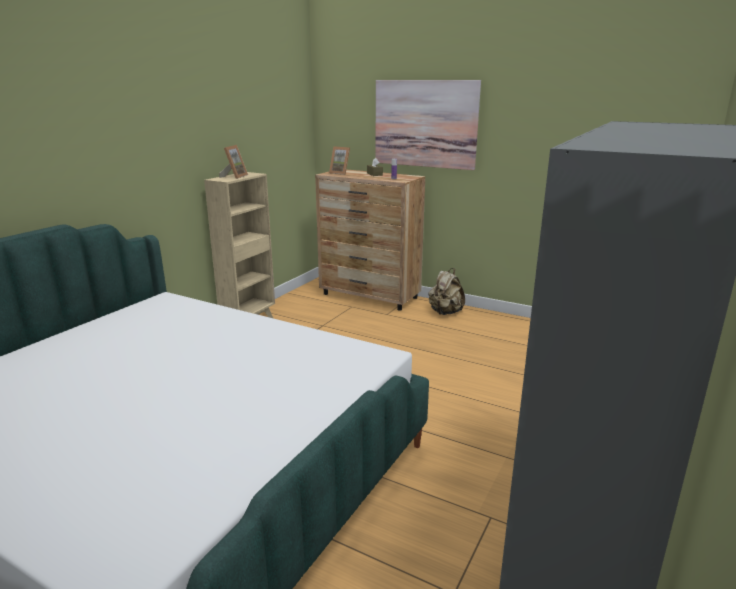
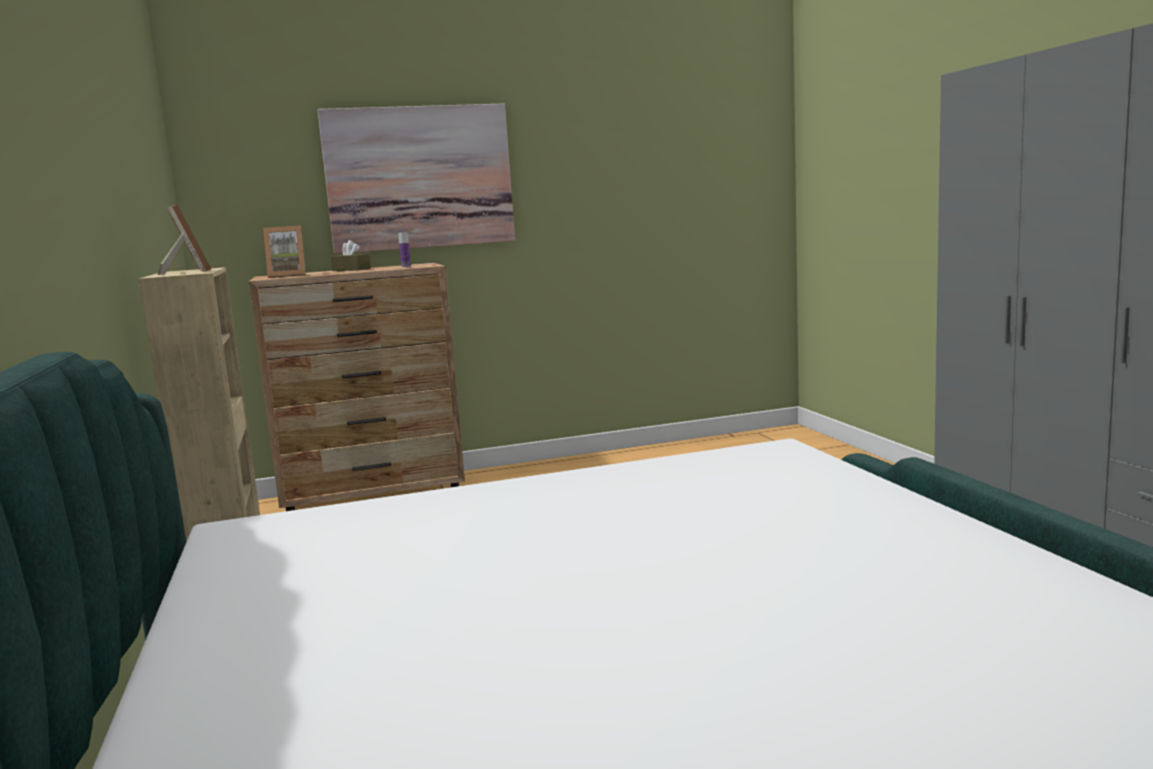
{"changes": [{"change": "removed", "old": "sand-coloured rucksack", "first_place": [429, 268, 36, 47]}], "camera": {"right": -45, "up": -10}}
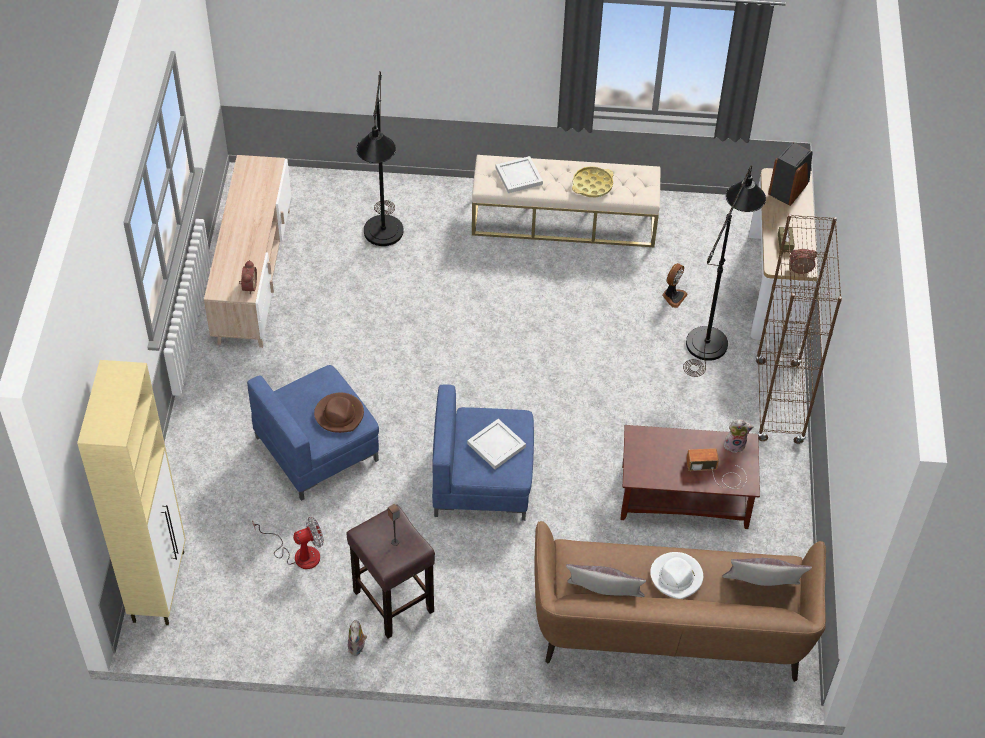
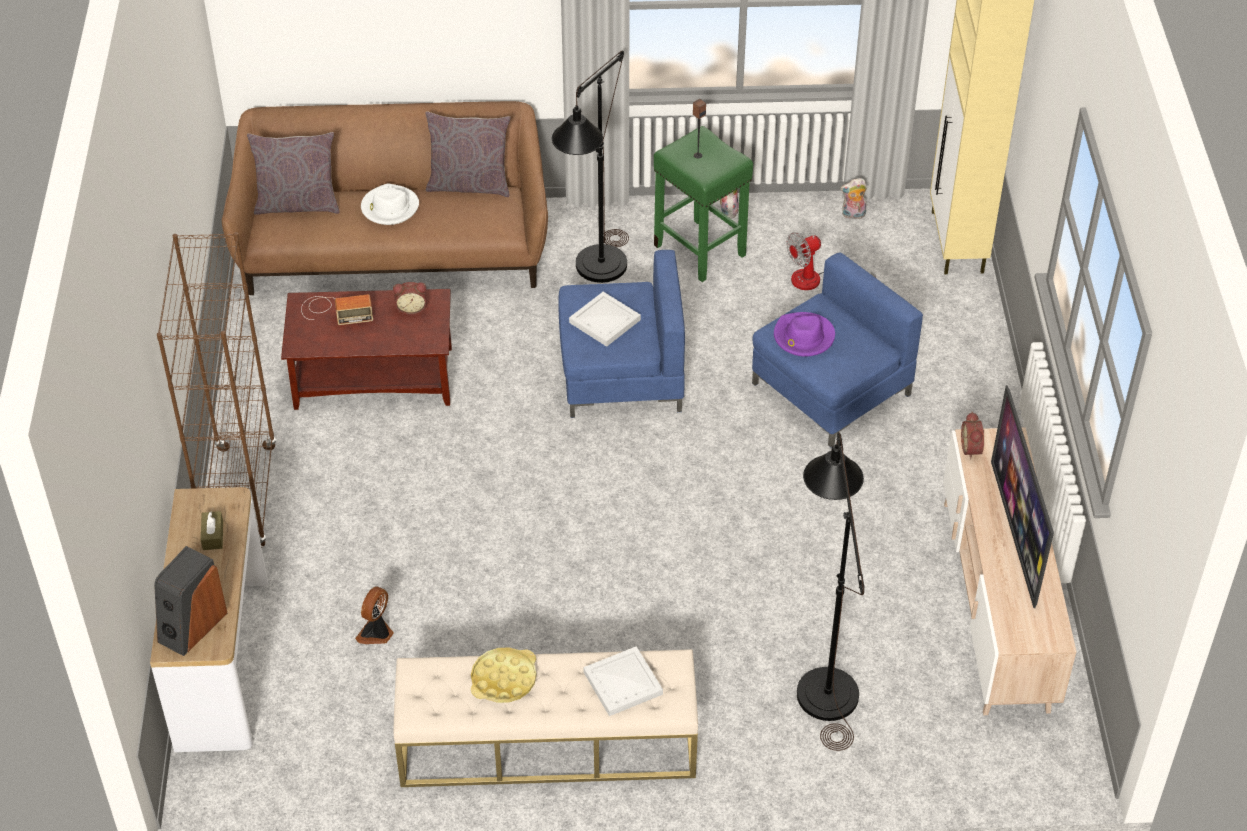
{"changes": [{"change": "added", "new": "TV", "second_place": [991, 385, 63, 223]}, {"change": "moved", "old": "black standing lamp", "first_place": [683, 166, 83, 211], "second_place": [552, 50, 77, 233]}, {"change": "moved", "old": "cuddly toy", "first_place": [723, 419, 31, 34], "second_place": [840, 178, 27, 41]}, {"change": "moved", "old": "bedside clock", "first_place": [790, 249, 27, 25], "second_place": [393, 282, 34, 33]}, {"change": "recoloured", "old": "brown-coloured wearable hat", "new": "purple-coloured wearable hat", "first_place": [314, 393, 50, 40], "second_place": [774, 312, 61, 45]}, {"change": "recoloured", "old": "brown-coloured sitting stool", "new": "green sitting stool", "first_place": [346, 504, 89, 134], "second_place": [654, 126, 99, 156]}], "camera": {"right": 175, "up": -5}}
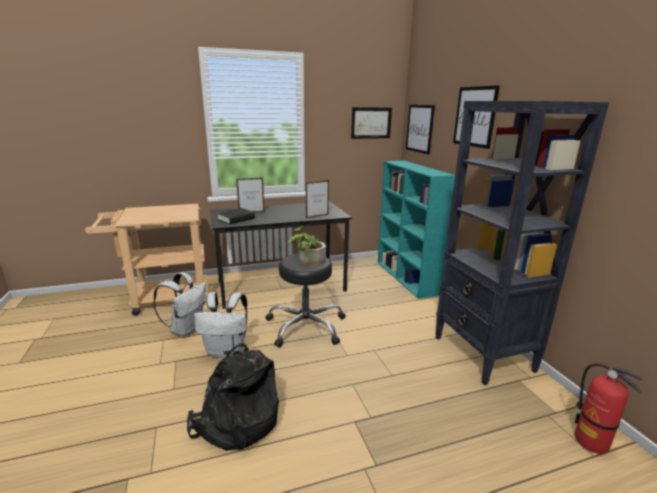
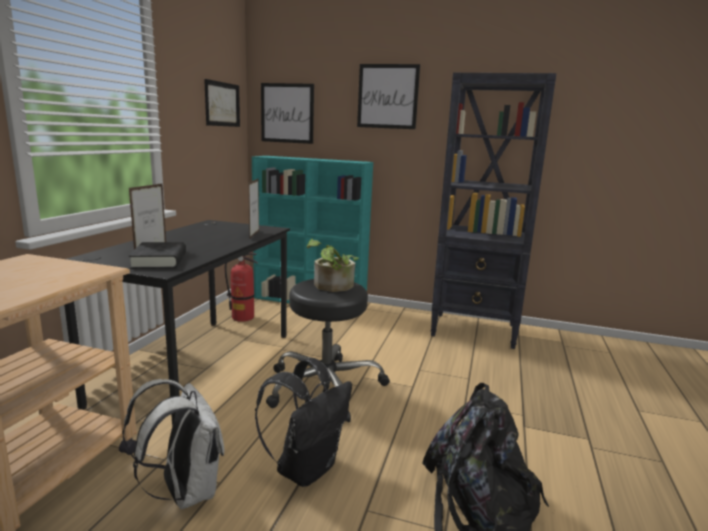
{"changes": [{"change": "moved", "old": "fire extinguisher", "first_place": [575, 363, 68, 91], "second_place": [225, 253, 33, 69]}, {"change": "recoloured", "old": "white-coloured rucksack", "new": "black rucksack", "first_place": [194, 292, 53, 66], "second_place": [255, 358, 97, 129]}], "camera": {"right": -55, "up": -5}}
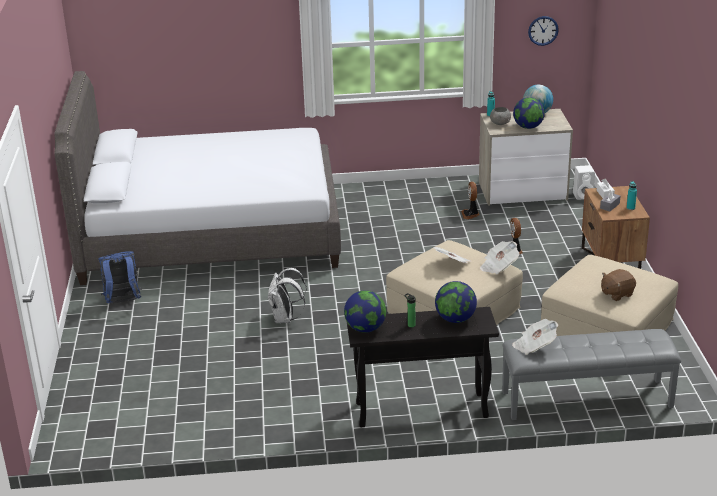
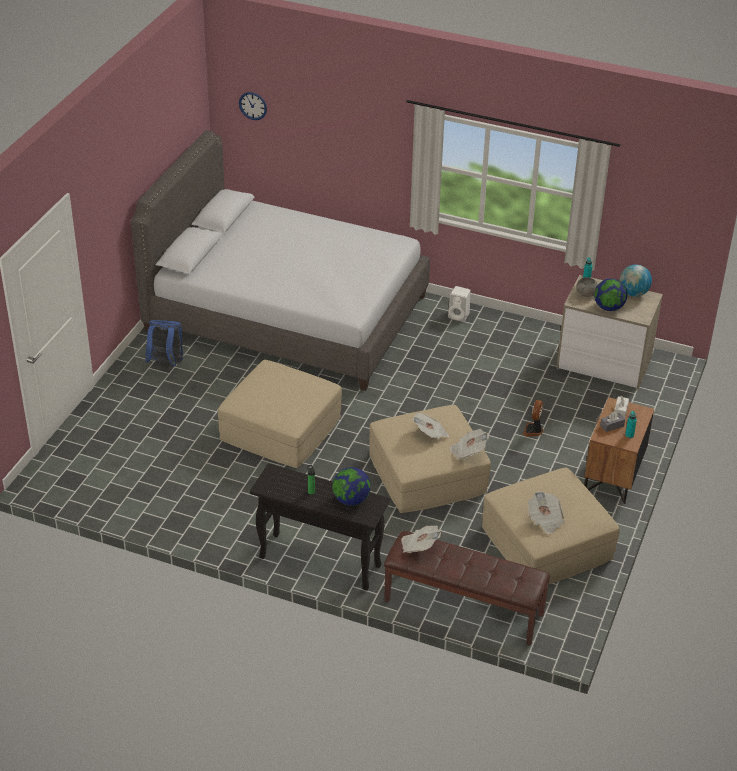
{"changes": [{"change": "removed", "old": "desk globe", "first_place": [344, 290, 42, 43]}, {"change": "removed", "old": "fan", "first_place": [461, 182, 19, 37]}, {"change": "moved", "old": "hanging clock", "first_place": [528, 16, 31, 30], "second_place": [239, 92, 28, 28]}, {"change": "moved", "old": "white-coloured loudspeaker", "first_place": [573, 165, 22, 35], "second_place": [448, 286, 23, 36]}, {"change": "replaced", "old": "white-coloured rucksack", "new": "sand-coloured pouffe", "first_place": [268, 268, 39, 55], "second_place": [218, 360, 124, 108]}, {"change": "replaced", "old": "brown-coloured cuddly toy", "new": "daily paper", "first_place": [601, 269, 35, 32], "second_place": [528, 491, 37, 43]}, {"change": "recoloured", "old": "greyish bench", "new": "brown-coloured bench", "first_place": [502, 329, 179, 91], "second_place": [384, 531, 166, 115]}], "camera": {"right": 25, "up": 10}}
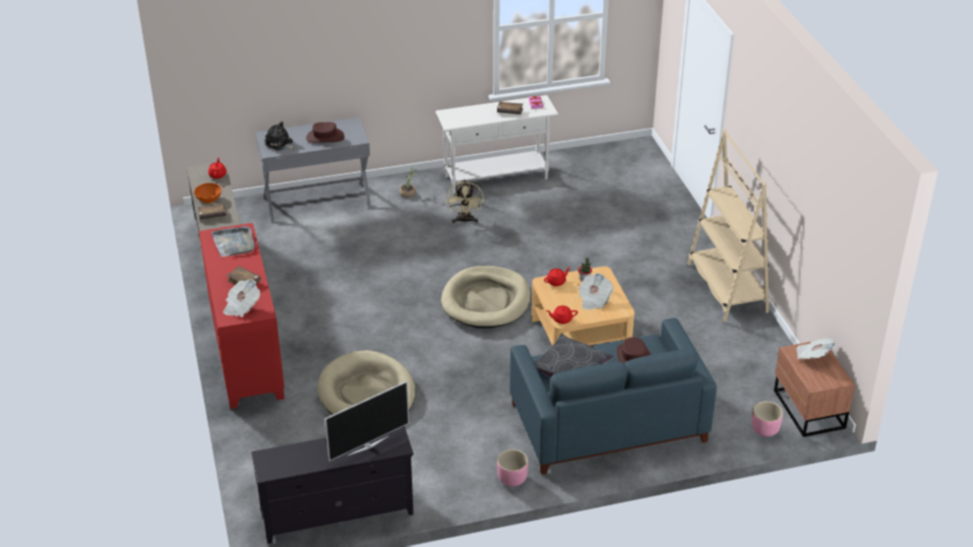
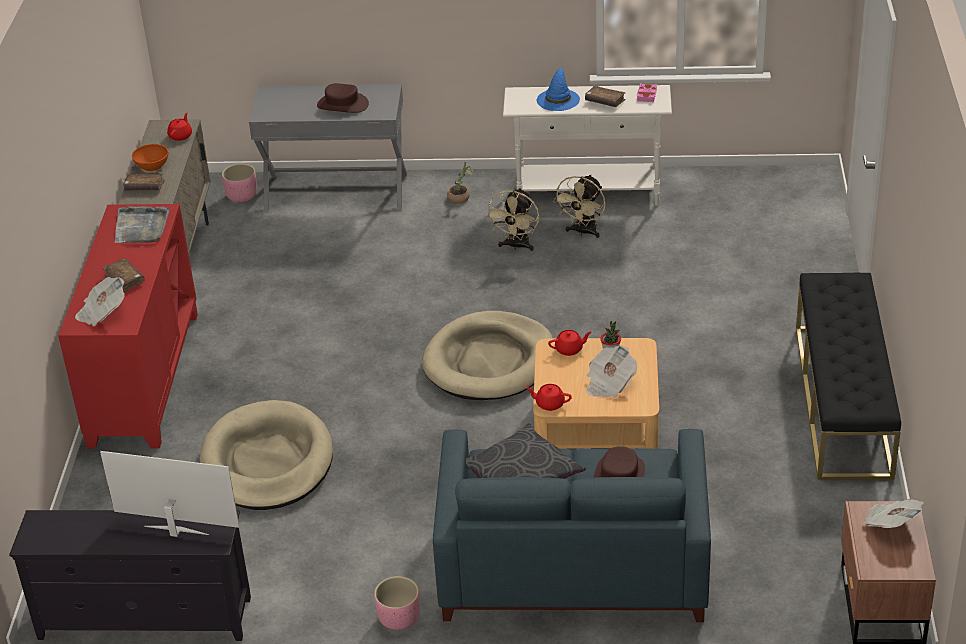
{"changes": [{"change": "removed", "old": "cuddly toy", "first_place": [265, 121, 31, 30]}, {"change": "added", "new": "bluish wearable hat", "second_place": [537, 67, 43, 44]}, {"change": "added", "new": "sand-coloured fan", "second_place": [553, 175, 53, 63]}, {"change": "moved", "old": "pink flower pot", "first_place": [752, 401, 31, 36], "second_place": [222, 164, 35, 38]}, {"change": "replaced", "old": "sand-coloured bookshelf", "new": "black bench", "first_place": [687, 129, 83, 193], "second_place": [796, 273, 105, 207]}, {"change": "turned", "old": "TV", "first_place": [325, 381, 84, 80], "second_place": [100, 451, 139, 86], "degrees": -150}], "camera": {"right": 20, "up": 0}}
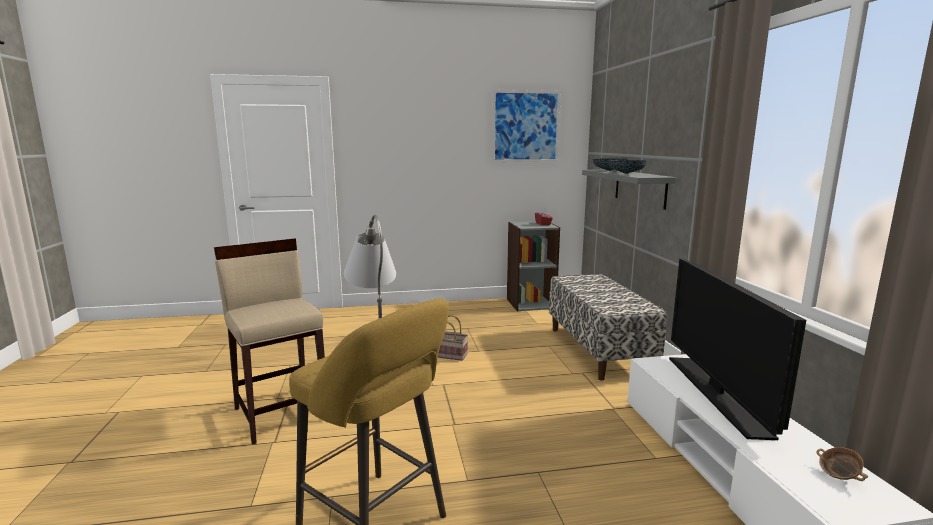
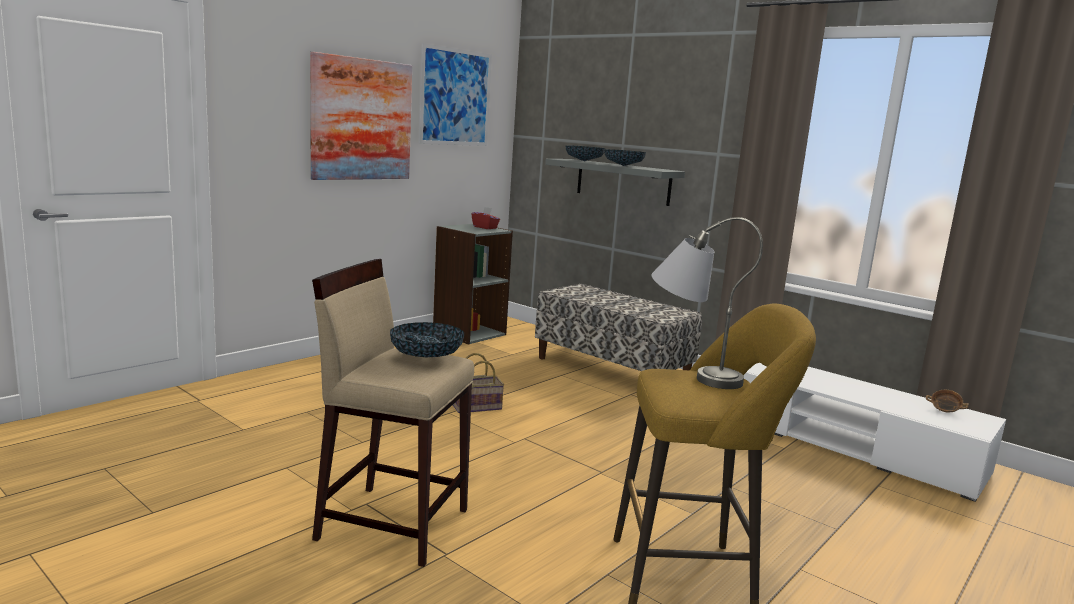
{"changes": [{"change": "removed", "old": "TV", "first_place": [669, 258, 137, 182]}, {"change": "added", "new": "wall art", "second_place": [310, 52, 102, 128]}, {"change": "added", "new": "deep dish", "second_place": [390, 322, 74, 35]}], "camera": {"right": -40, "up": 0}}
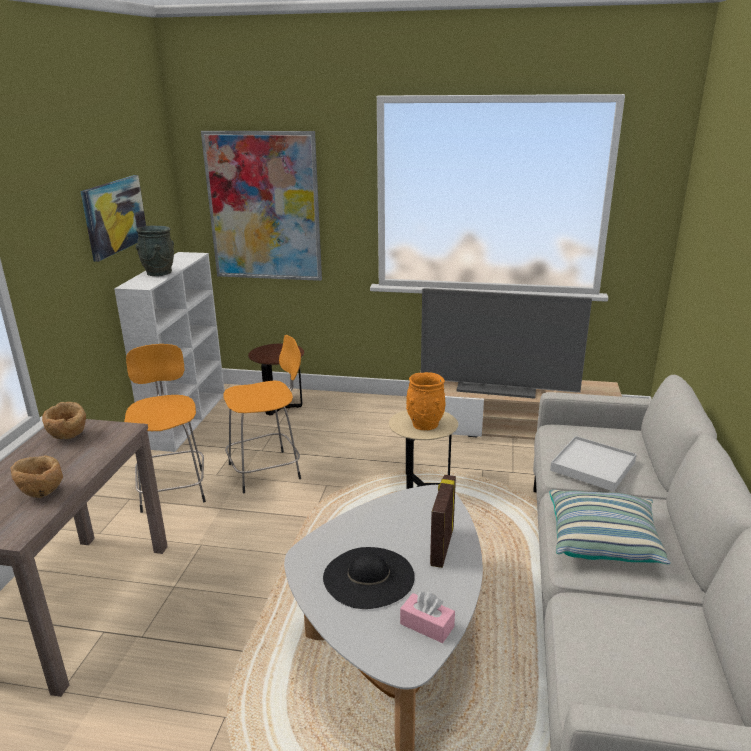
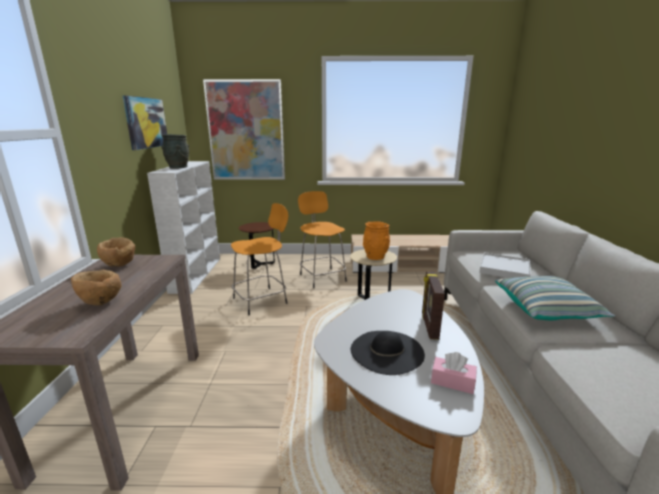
{"changes": [{"change": "removed", "old": "TV", "first_place": [421, 288, 171, 111]}, {"change": "moved", "old": "orangey sitting stool", "first_place": [124, 344, 82, 169], "second_place": [298, 191, 49, 97]}], "camera": {"right": -10, "up": -5}}
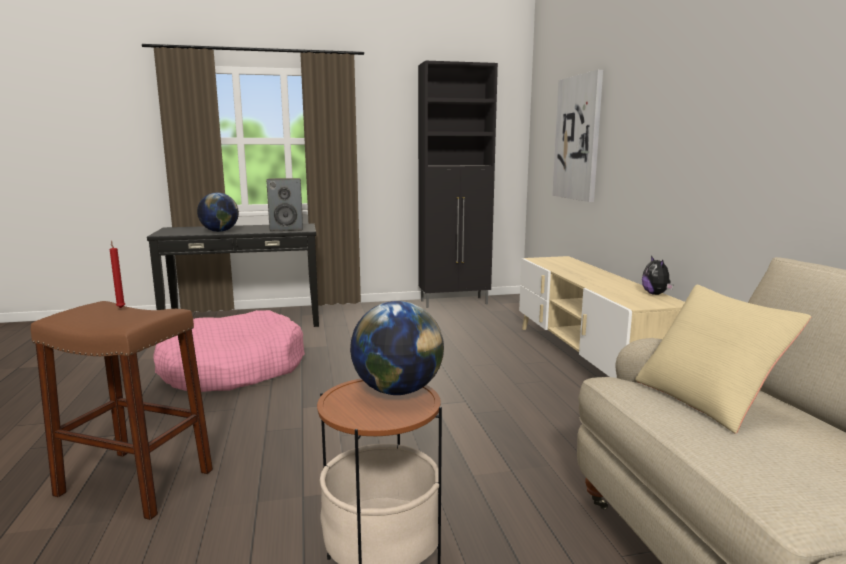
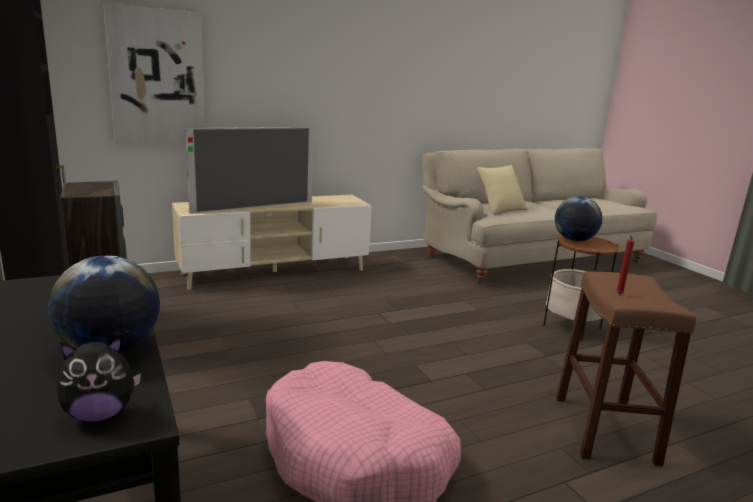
{"changes": [{"change": "added", "new": "TV", "second_place": [185, 127, 129, 86]}, {"change": "moved", "old": "cuddly toy", "first_place": [642, 256, 31, 39], "second_place": [56, 337, 85, 85]}], "camera": {"right": -105, "up": 5}}
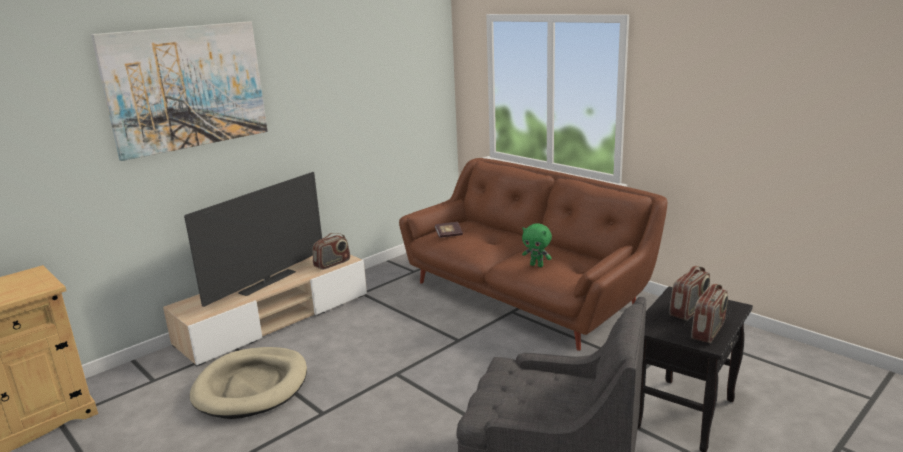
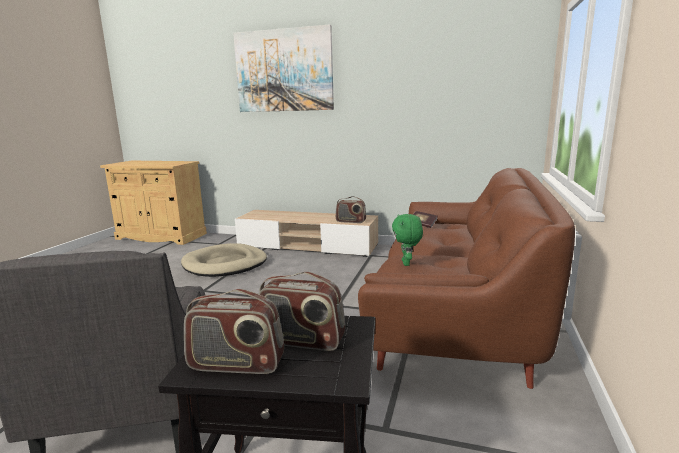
{"changes": [{"change": "removed", "old": "TV", "first_place": [184, 172, 138, 135]}], "camera": {"right": 60, "up": -5}}
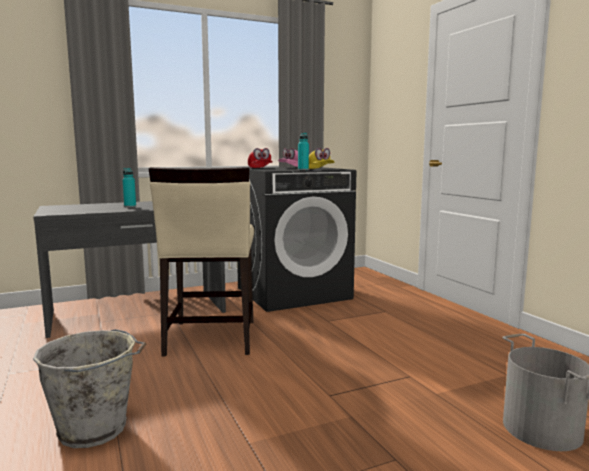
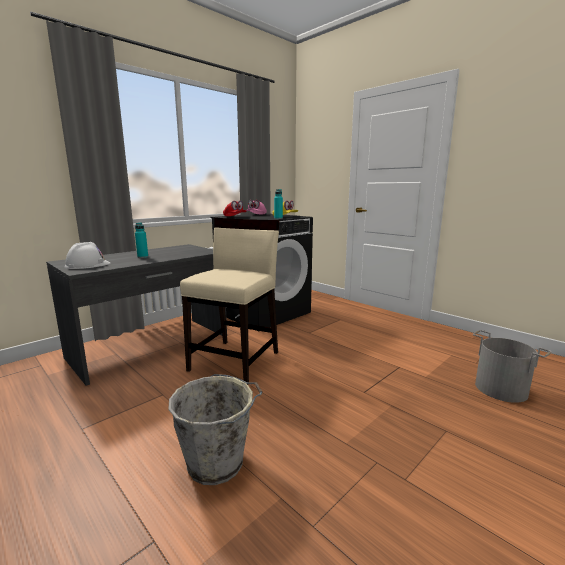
{"changes": [{"change": "added", "new": "white-coloured work helmet", "second_place": [64, 242, 46, 27]}, {"change": "turned", "old": "sand-coloured plain chair", "first_place": [149, 167, 105, 189], "second_place": [180, 218, 100, 167], "degrees": -135}], "camera": {"right": -20, "up": 5}}
